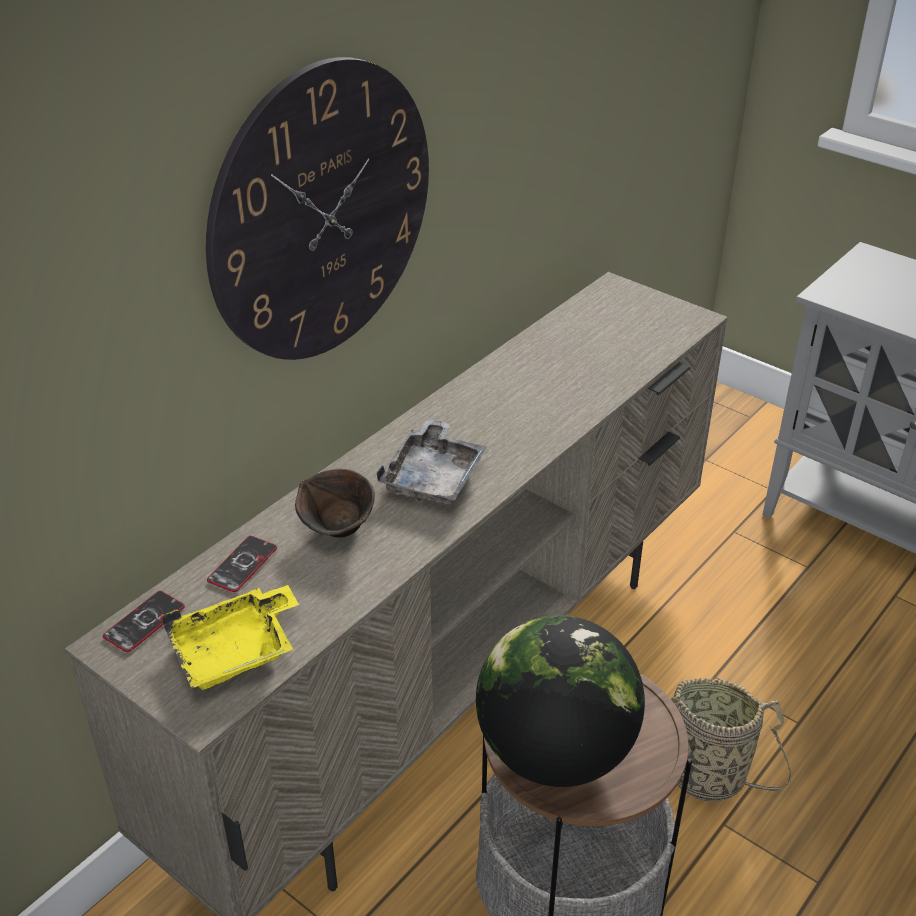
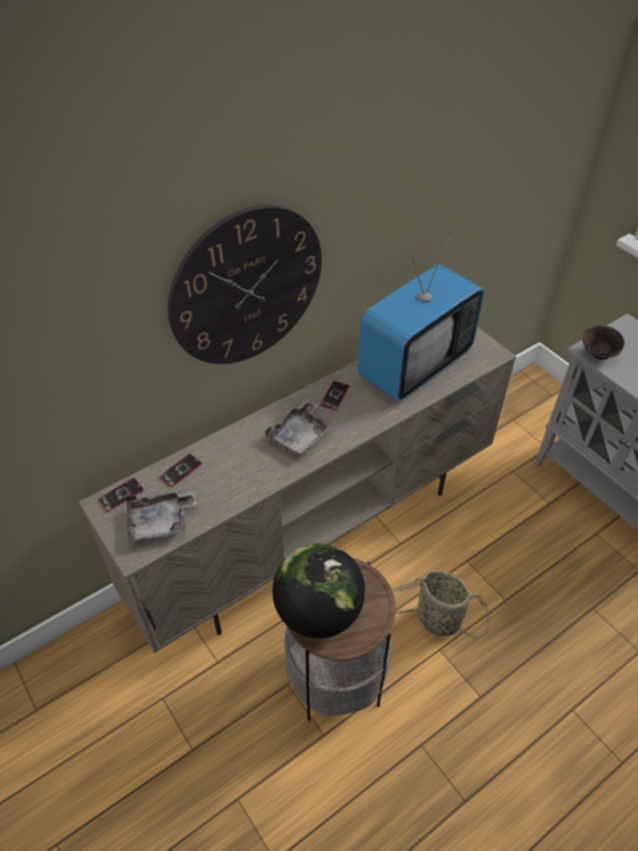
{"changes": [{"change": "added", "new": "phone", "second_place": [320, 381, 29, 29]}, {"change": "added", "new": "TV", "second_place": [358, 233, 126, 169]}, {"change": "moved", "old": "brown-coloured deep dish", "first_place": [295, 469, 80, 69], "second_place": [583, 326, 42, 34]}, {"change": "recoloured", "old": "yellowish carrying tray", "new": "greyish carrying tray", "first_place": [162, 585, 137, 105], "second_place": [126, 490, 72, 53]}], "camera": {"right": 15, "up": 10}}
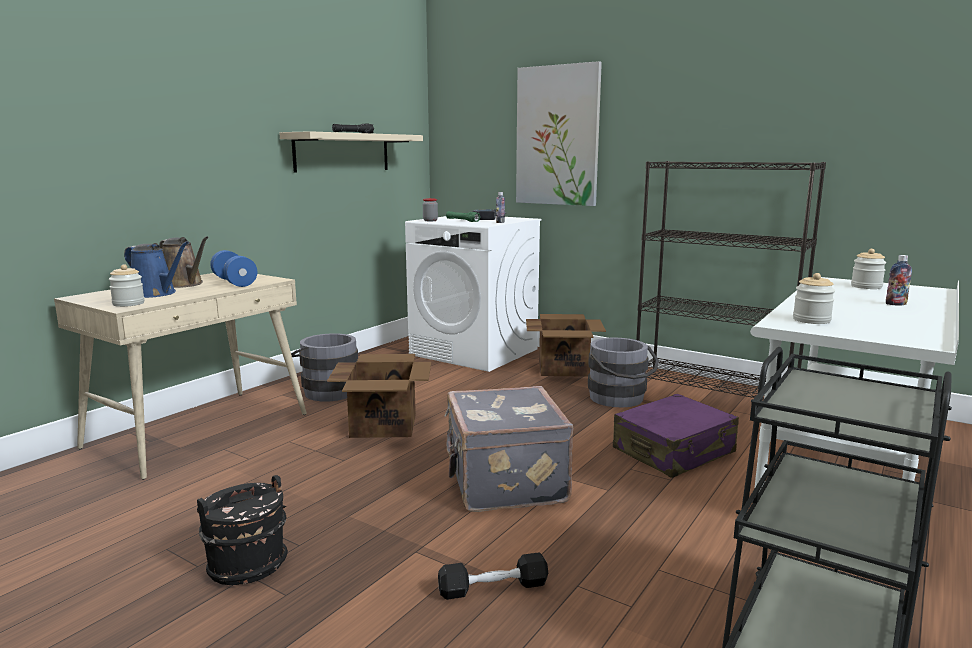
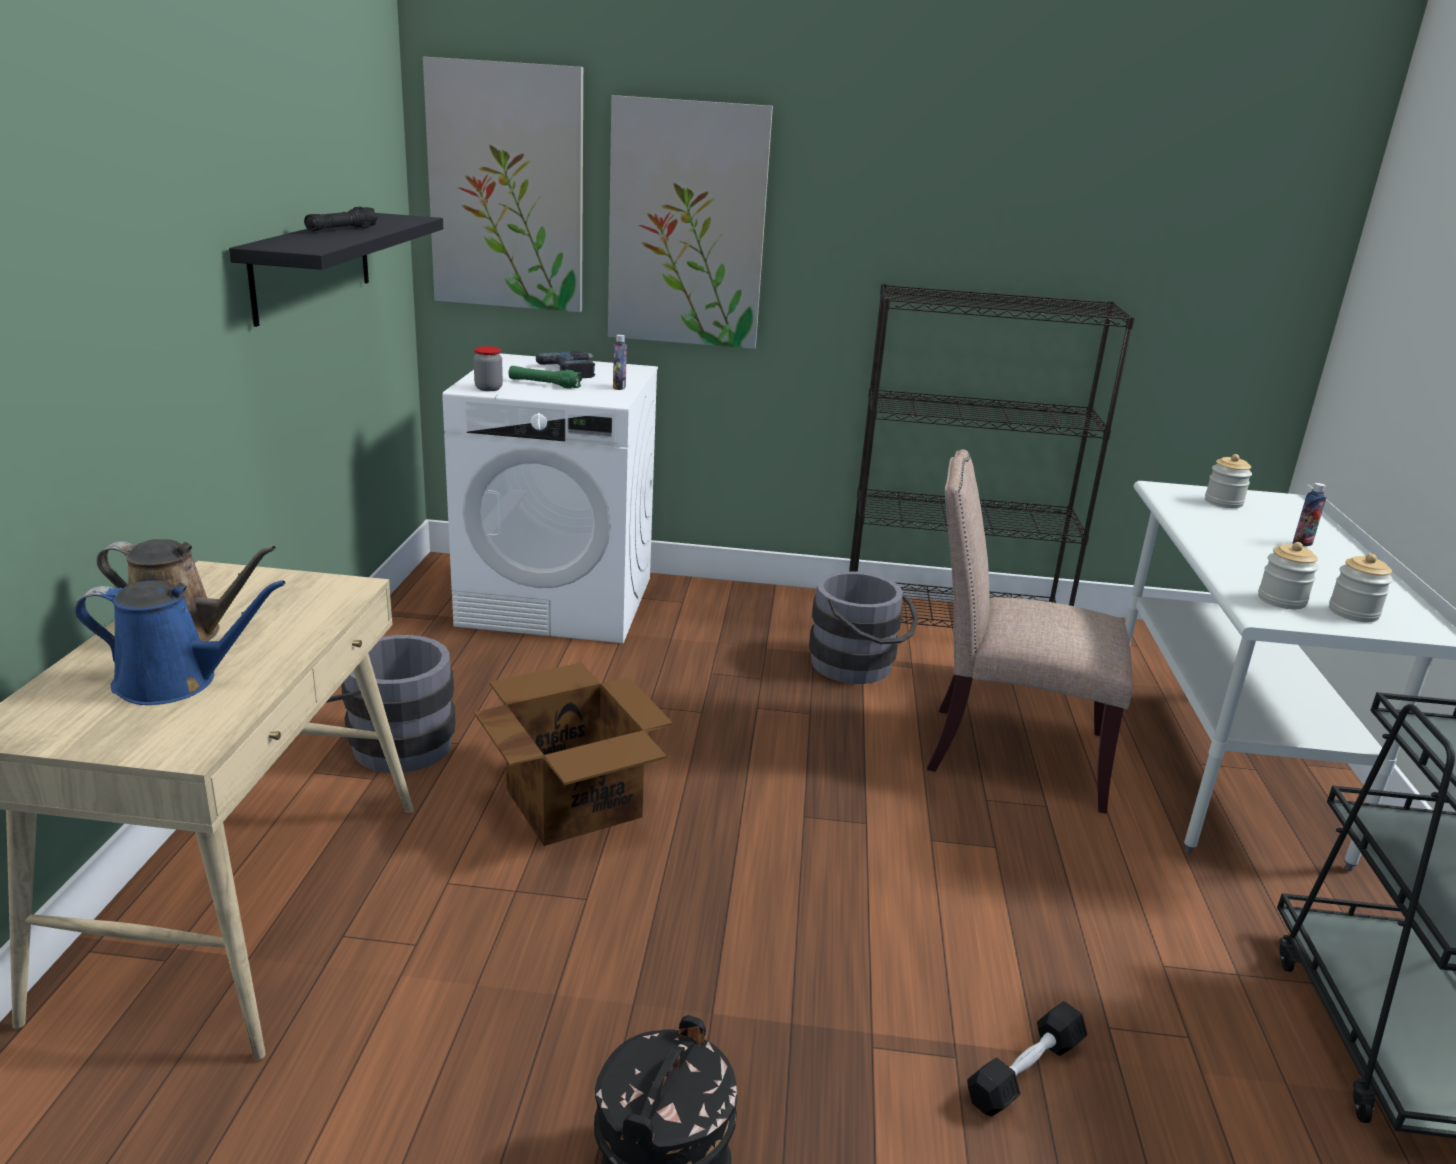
{"changes": [{"change": "removed", "old": "bluish free weight", "first_place": [210, 250, 47, 37]}, {"change": "removed", "old": "greyish piece of luggage", "first_place": [445, 386, 128, 126]}, {"change": "removed", "old": "cardboard box", "first_place": [526, 314, 80, 63]}, {"change": "added", "new": "wall art", "second_place": [423, 56, 160, 256]}, {"change": "moved", "old": "storage jar", "first_place": [109, 264, 36, 43], "second_place": [1329, 554, 64, 68]}, {"change": "replaced", "old": "purple-coloured piece of luggage", "new": "sand-coloured plain chair", "first_place": [613, 394, 126, 84], "second_place": [927, 449, 206, 365]}, {"change": "recoloured", "old": "sand-coloured wall shelf", "new": "black wall shelf", "first_place": [279, 131, 144, 42], "second_place": [229, 213, 214, 114]}], "camera": {"right": -30, "up": 10}}
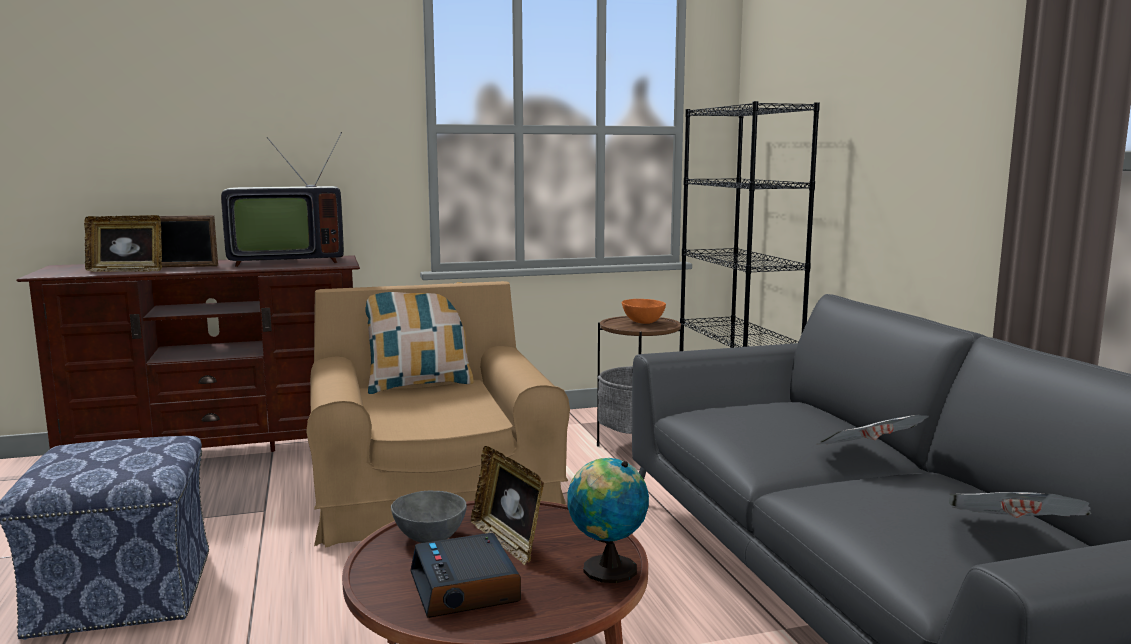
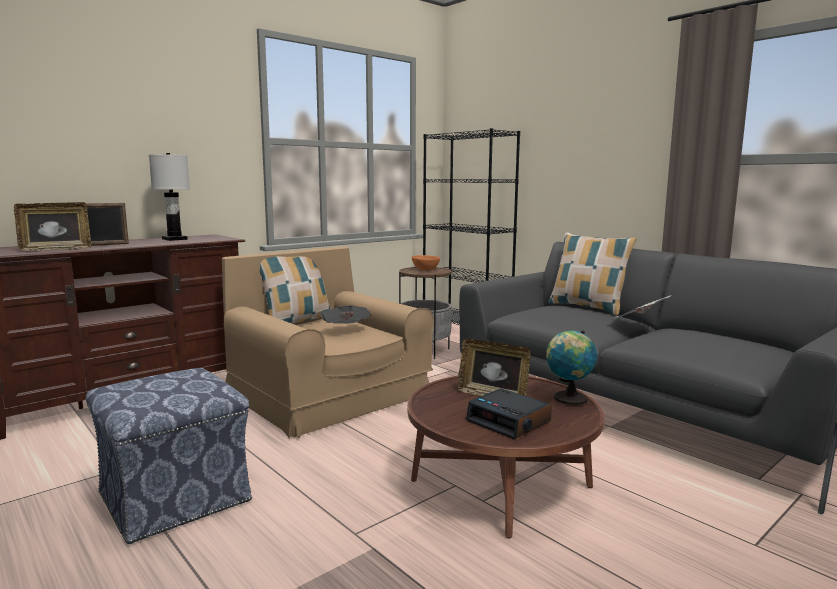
{"changes": [{"change": "removed", "old": "greyish deep dish", "first_place": [391, 491, 76, 52]}, {"change": "added", "new": "pillow", "second_place": [548, 232, 89, 83]}, {"change": "moved", "old": "daily paper", "first_place": [949, 492, 142, 26], "second_place": [319, 305, 53, 19]}, {"change": "replaced", "old": "TV", "new": "white-coloured table lamp", "first_place": [221, 132, 123, 135], "second_place": [149, 153, 41, 88]}], "camera": {"right": -25, "up": 0}}
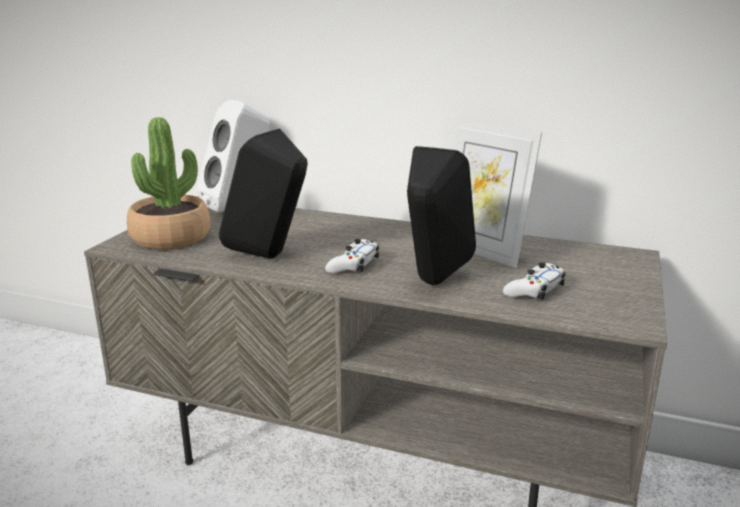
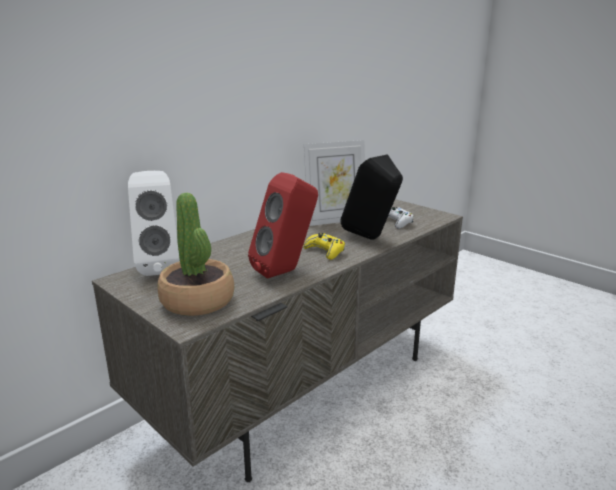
{"changes": [{"change": "recoloured", "old": "black loudspeaker", "new": "red-coloured loudspeaker", "first_place": [219, 128, 89, 130], "second_place": [248, 172, 70, 107]}, {"change": "recoloured", "old": "white-coloured gamepad", "new": "yellowish gamepad", "first_place": [325, 239, 54, 34], "second_place": [303, 233, 42, 27]}], "camera": {"right": -65, "up": 0}}
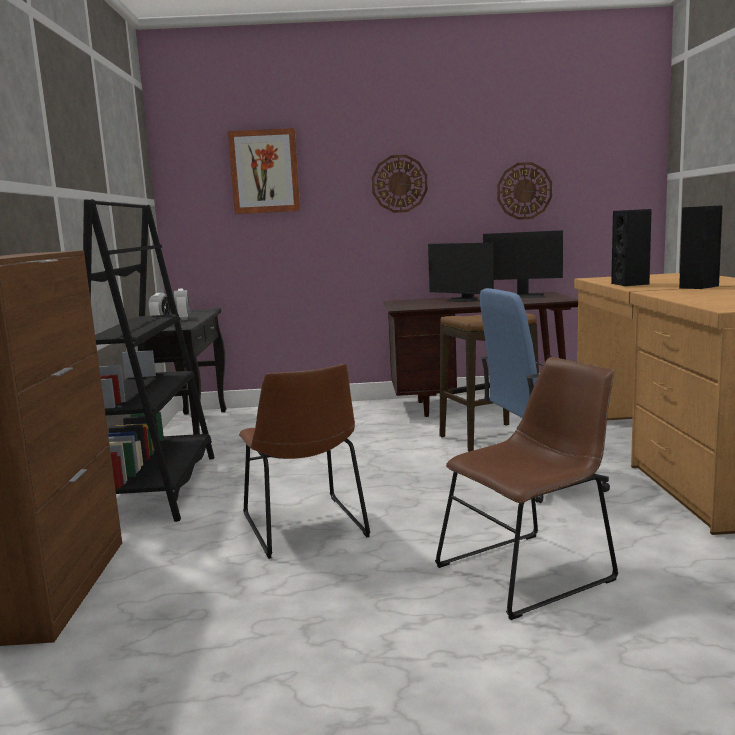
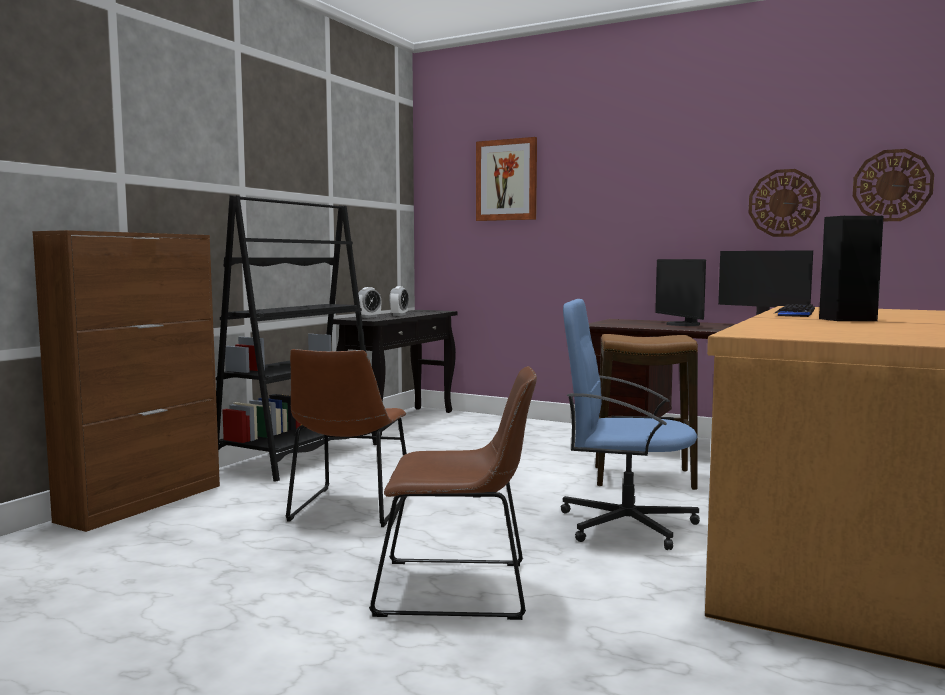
{"changes": [{"change": "moved", "old": "hanging clock", "first_place": [372, 155, 56, 58], "second_place": [853, 149, 81, 72]}, {"change": "replaced", "old": "black loudspeaker", "new": "keyboard", "first_place": [611, 209, 41, 77], "second_place": [775, 304, 40, 13]}], "camera": {"right": 30, "up": -5}}
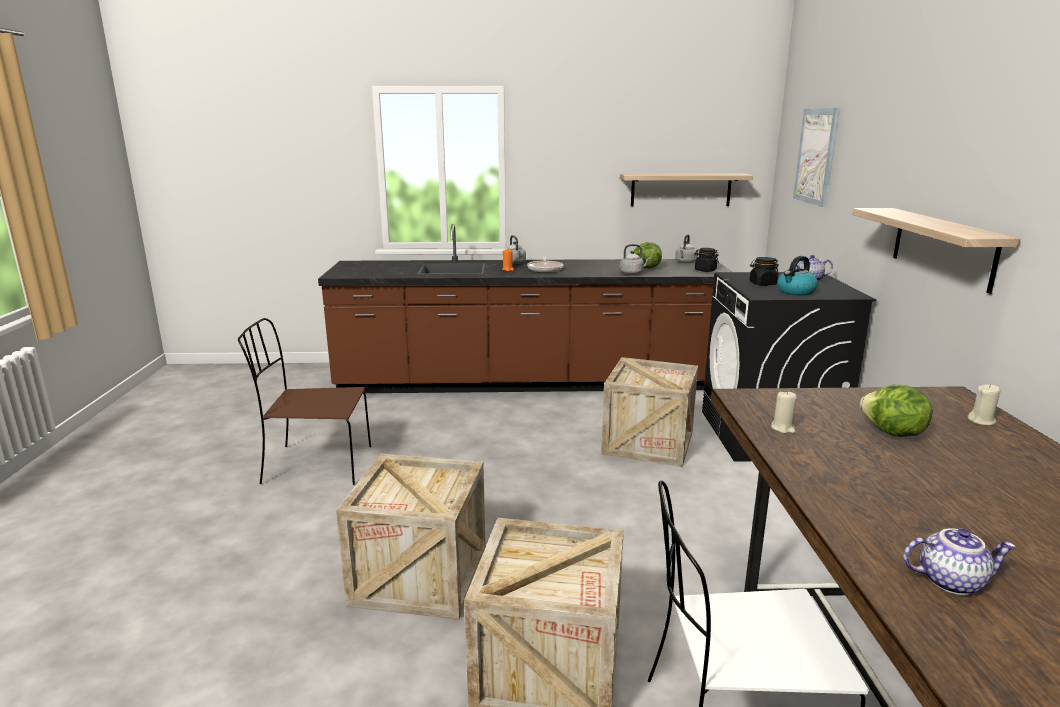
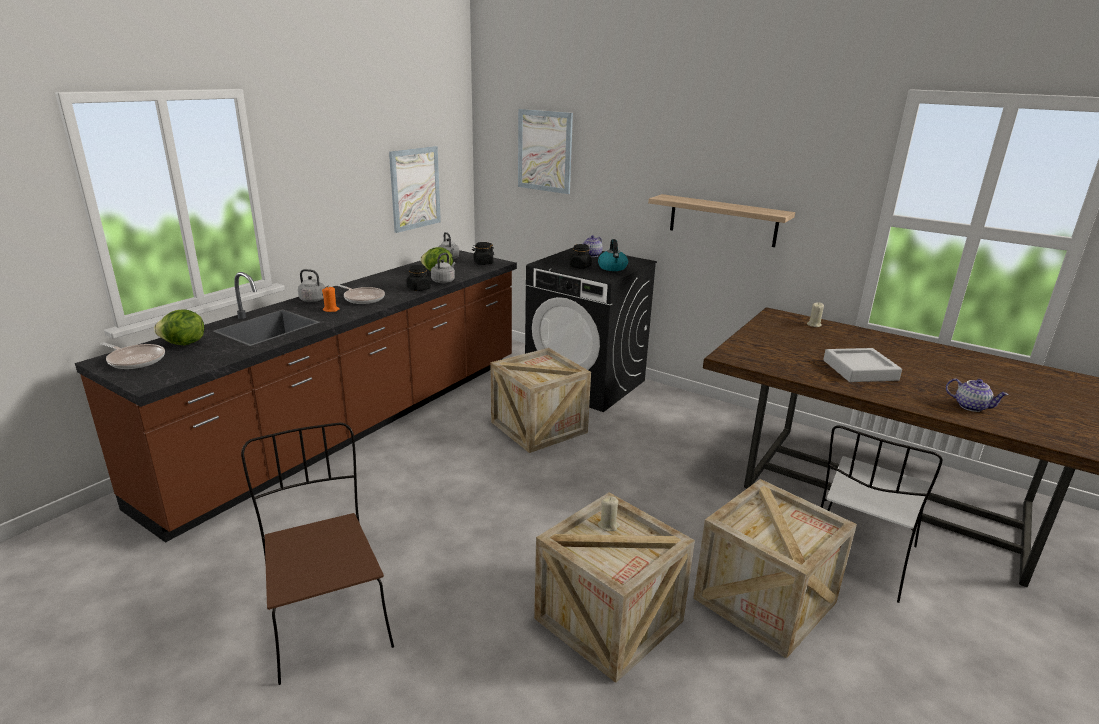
{"changes": [{"change": "added", "new": "pan", "second_place": [100, 342, 65, 27]}, {"change": "added", "new": "black storage jar", "second_place": [407, 265, 24, 26]}, {"change": "added", "new": "greyish carrying tray", "second_place": [823, 348, 79, 34]}, {"change": "moved", "old": "sand-coloured wax candle", "first_place": [771, 391, 26, 42], "second_place": [598, 496, 22, 35]}, {"change": "moved", "old": "lettuce", "first_place": [860, 384, 73, 53], "second_place": [154, 310, 50, 35]}, {"change": "replaced", "old": "wall shelf", "new": "wall art", "first_place": [620, 173, 133, 33], "second_place": [389, 146, 52, 87]}, {"change": "turned", "old": "brown-coloured plain chair", "first_place": [238, 318, 133, 167], "second_place": [241, 423, 153, 262], "degrees": 120}, {"change": "turned", "old": "tea pot", "first_place": [903, 528, 113, 67], "second_place": [946, 378, 63, 34], "degrees": 90}], "camera": {"right": -55, "up": 5}}
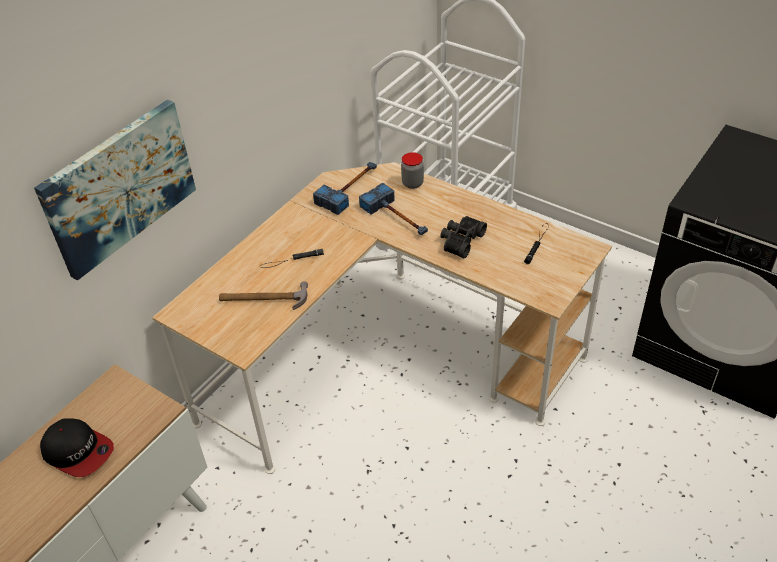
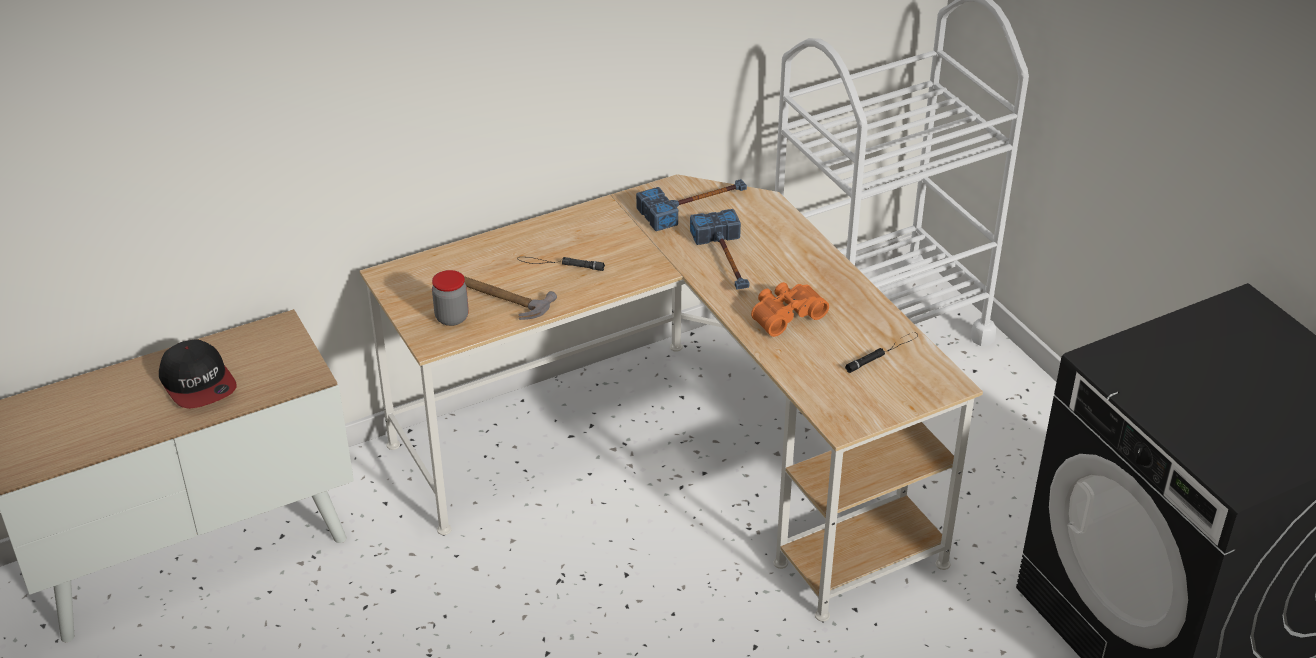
{"changes": [{"change": "removed", "old": "wall art", "first_place": [34, 99, 162, 182]}, {"change": "moved", "old": "storage jar", "first_place": [401, 152, 23, 37], "second_place": [432, 270, 37, 56]}, {"change": "recoloured", "old": "black field glasses", "new": "orangey field glasses", "first_place": [440, 216, 47, 42], "second_place": [751, 282, 78, 55]}], "camera": {"right": 25, "up": -5}}
